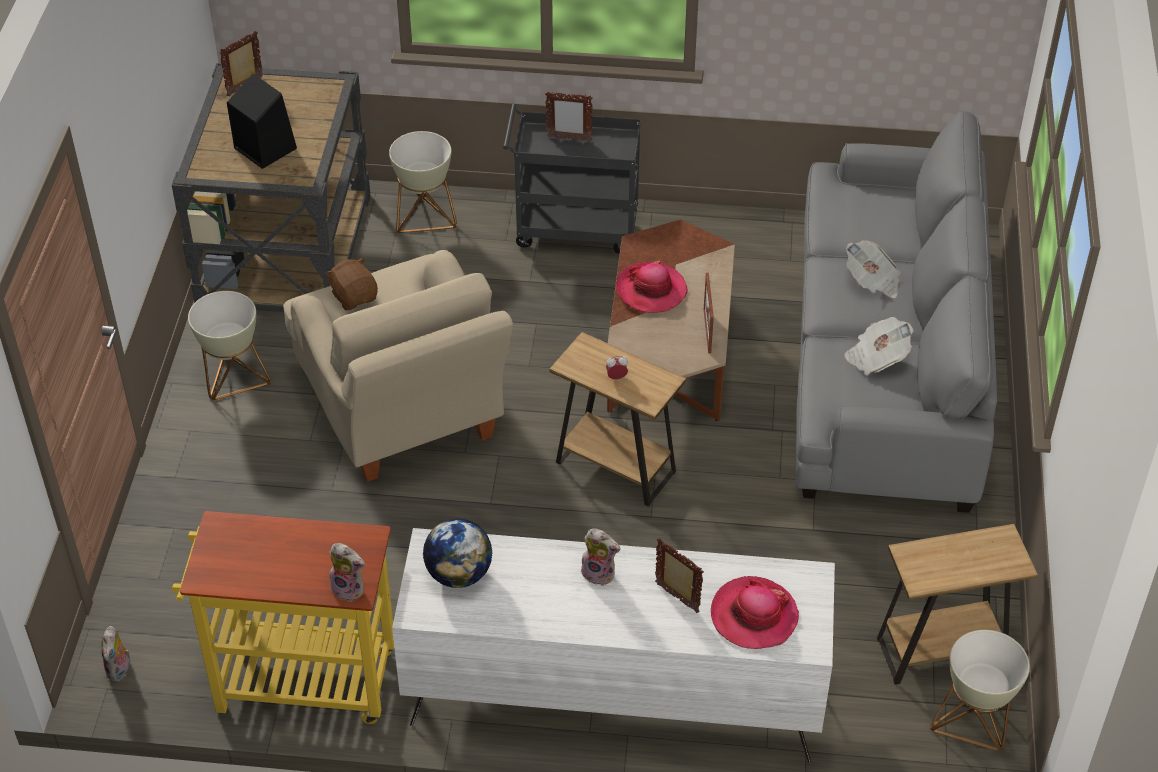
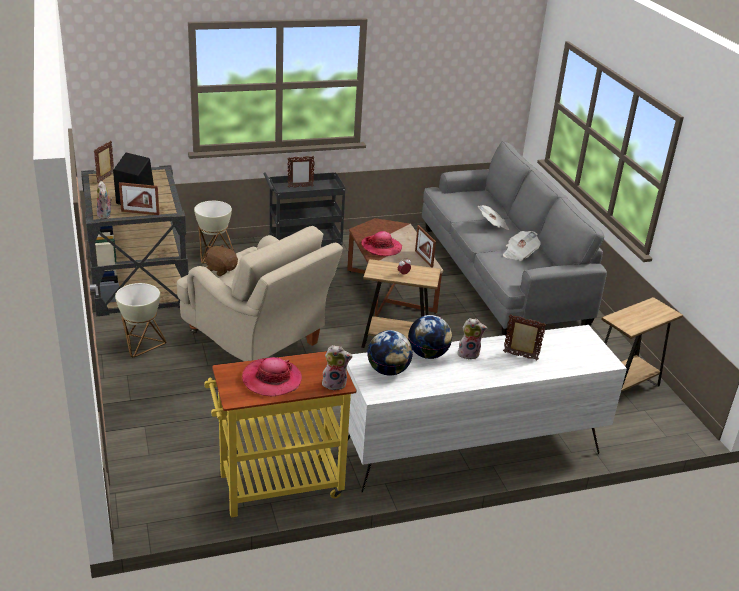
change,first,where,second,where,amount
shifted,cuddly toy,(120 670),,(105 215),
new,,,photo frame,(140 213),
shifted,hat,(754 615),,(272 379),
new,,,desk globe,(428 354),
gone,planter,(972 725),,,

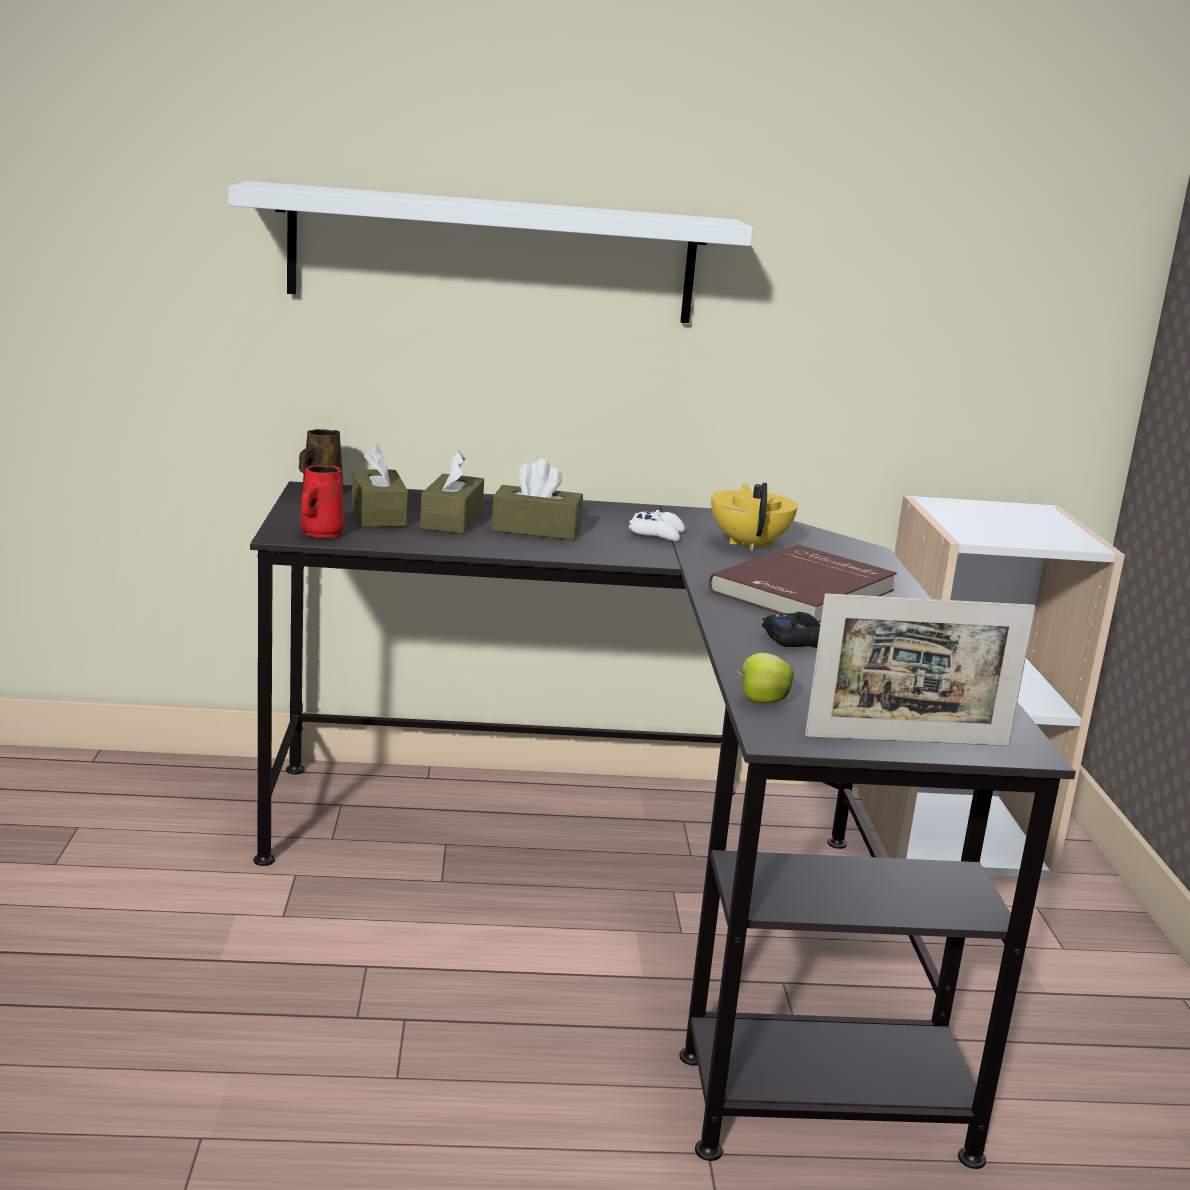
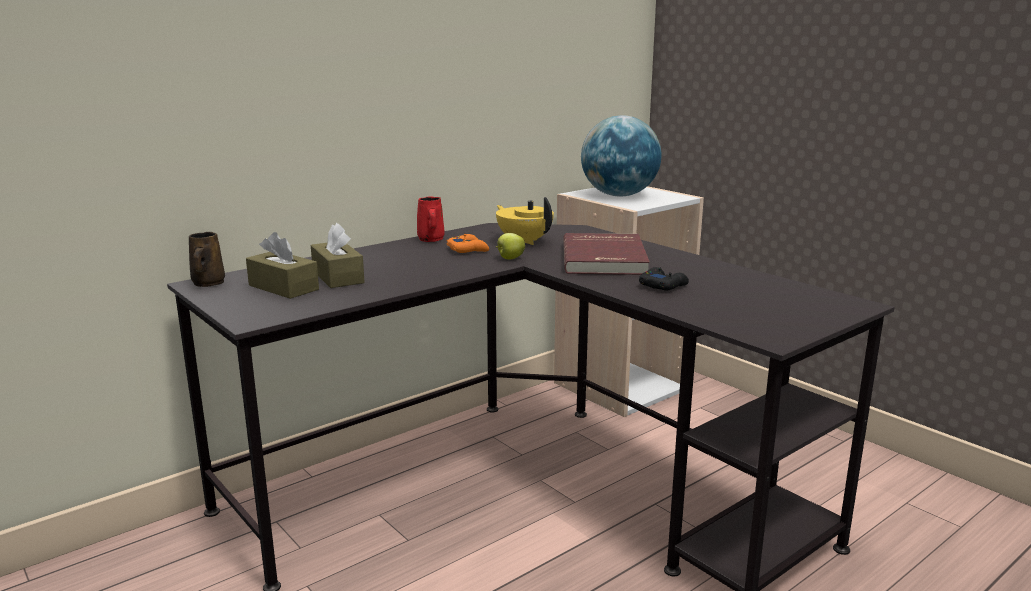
change,first,where,second,where,amount
shifted,red-coloured tea mug,(320 534),,(431 240),
repainted,white-coloured gamepad,(657 533),orangey gamepad,(468 250),
shifted,apple,(761 701),,(510 258),
new,,,desk globe,(619 195),
gone,white-coloured bracket shelf,(493 254),,,
gone,brownish tissue holder,(536 529),,,
gone,photo frame,(907 741),,,

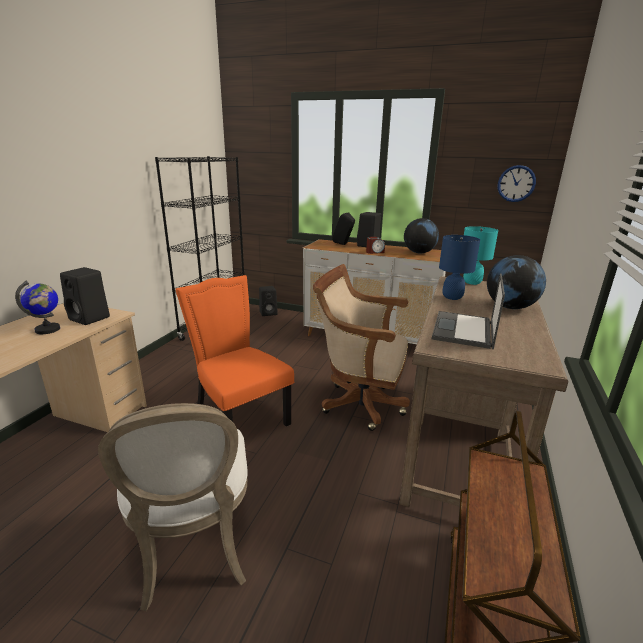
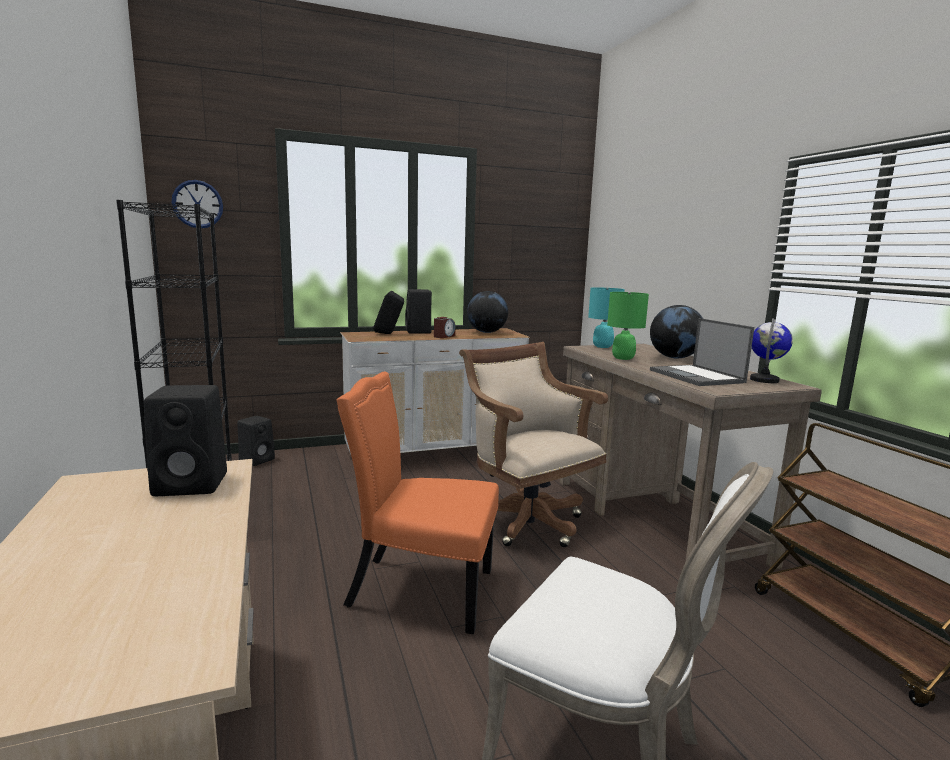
change,first,where,second,where,amount
shifted,hanging clock,(516 183),,(197 204),
rotated,desk chair,(358 404),,(525 520),75 degrees clockwise
repainted,bluish table lamp,(451 298),green table lamp,(622 358),
shifted,desk globe,(48 330),,(764 380),

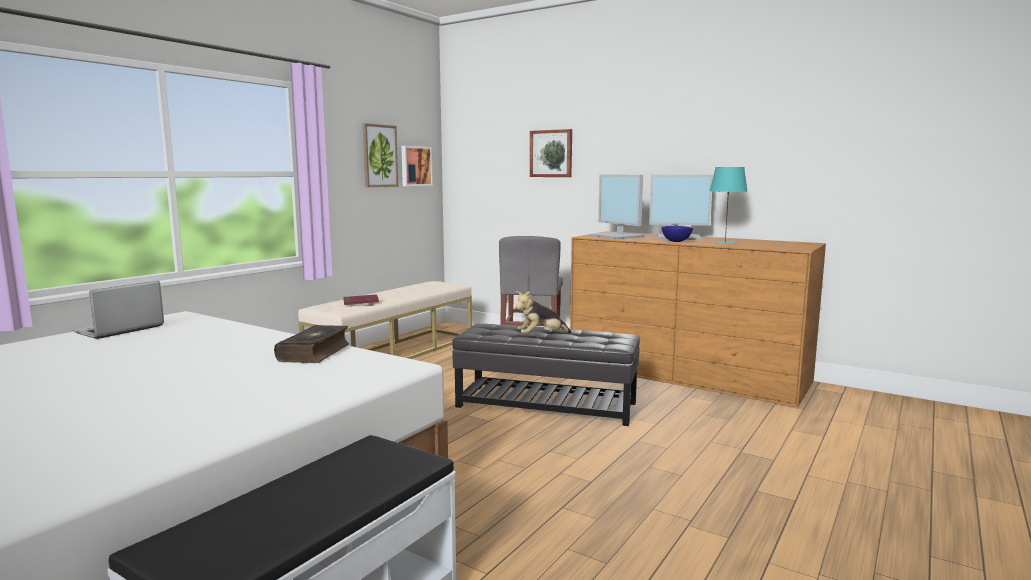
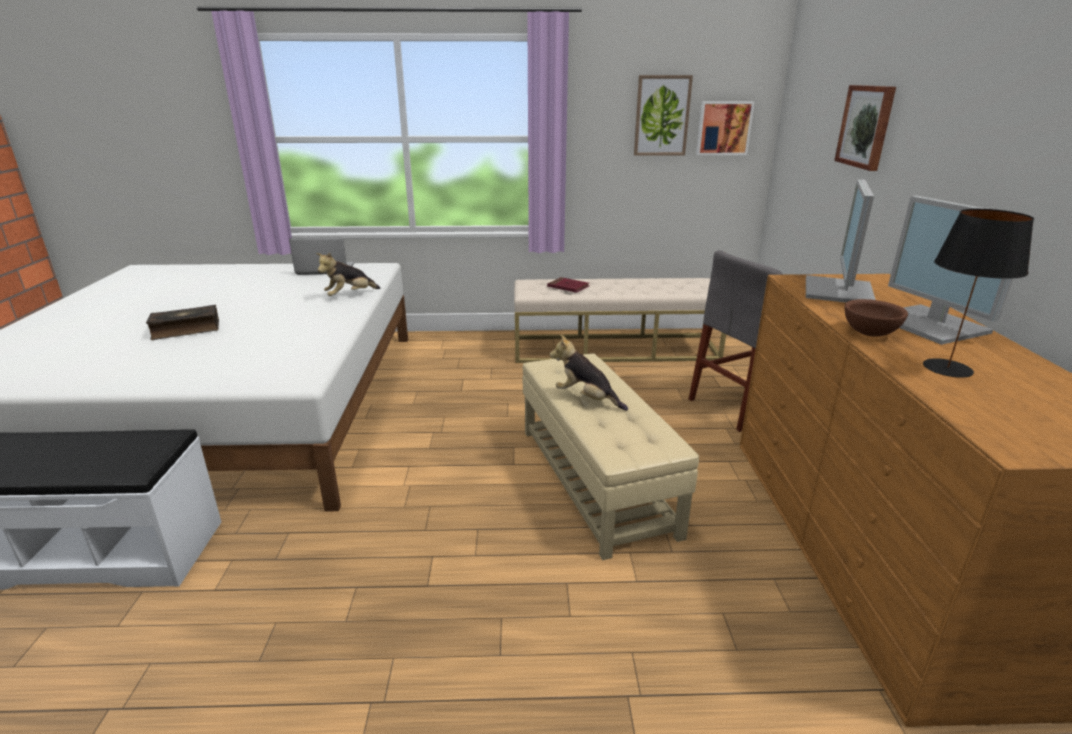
change,first,where,second,where,amount
shifted,volume,(315 353),,(186 330),
new,,,cuddly toy,(349 295),
repainted,black ottoman,(546 404),beige-coloured ottoman,(596 479),
repainted,bluish bowl,(676 241),brownish bowl,(869 334),
repainted,blue-green table lamp,(725 243),black table lamp,(948 368),

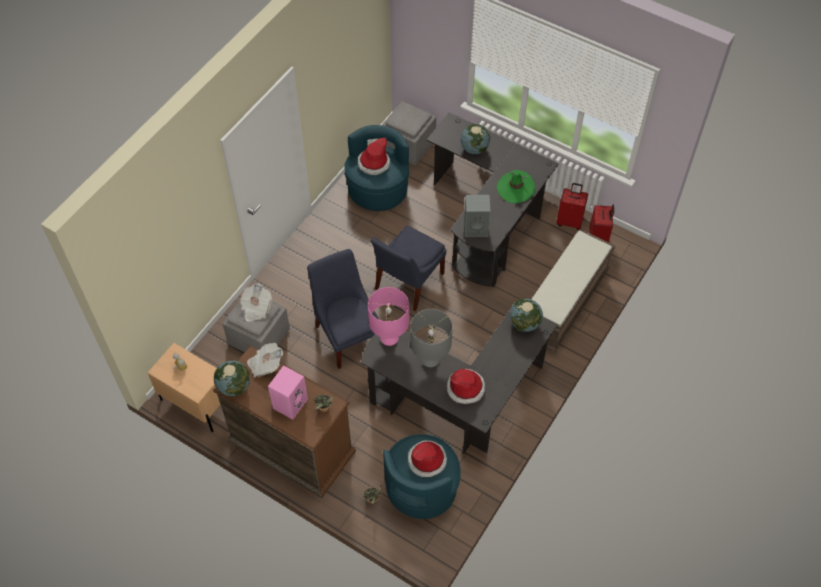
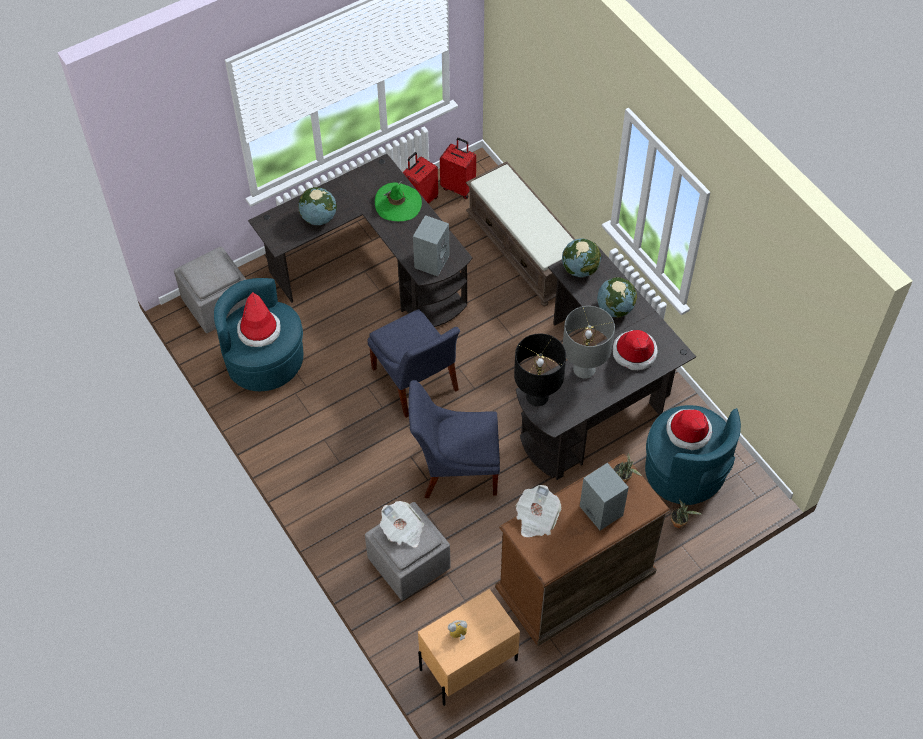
change,first,where,second,where,amount
repainted,pinkish table lamp,(389 339),black table lamp,(537 398),
repainted,pinkish speaker,(290 403),gray speaker,(600 510),
shifted,desk globe,(234 386),,(615 308),

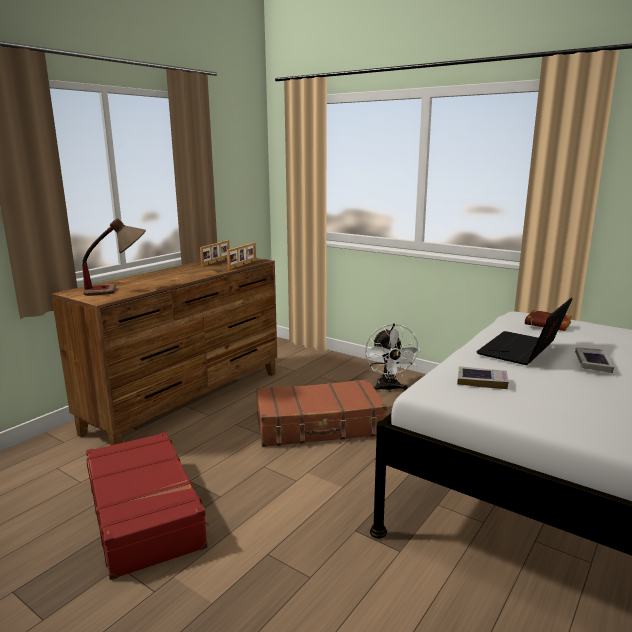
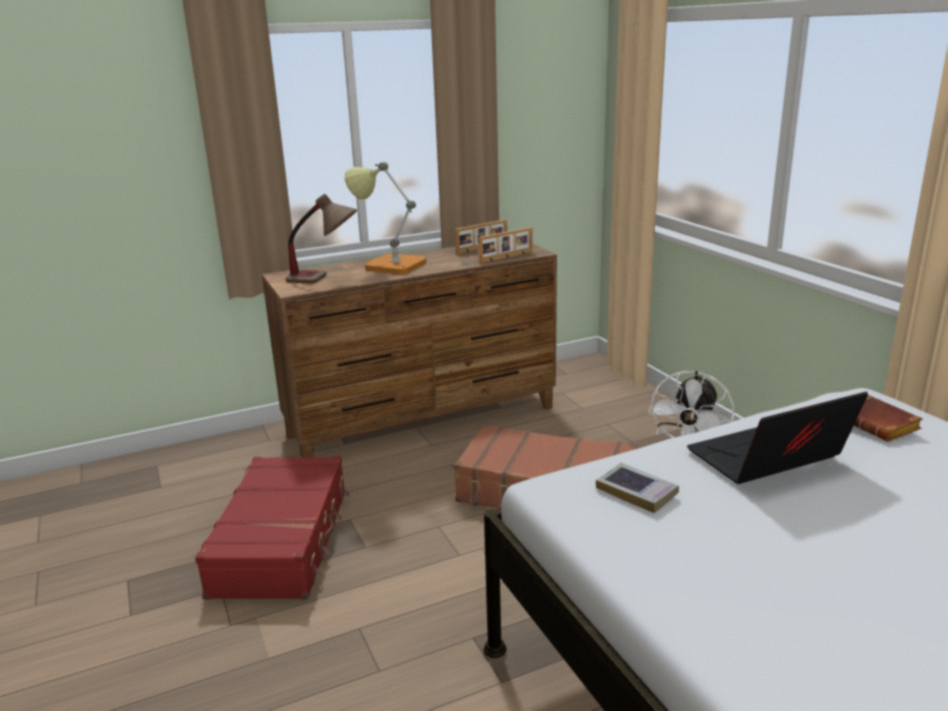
change,first,where,second,where,amount
new,,,table lamp,(389 265),
gone,volume,(592 363),,,

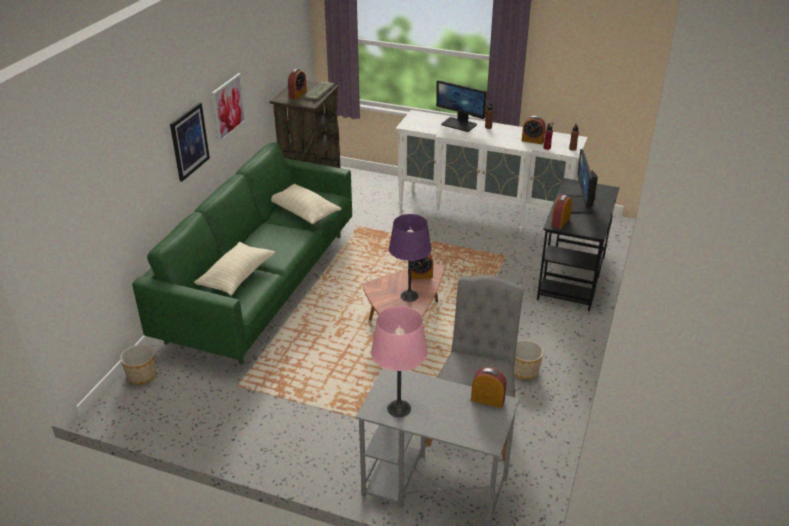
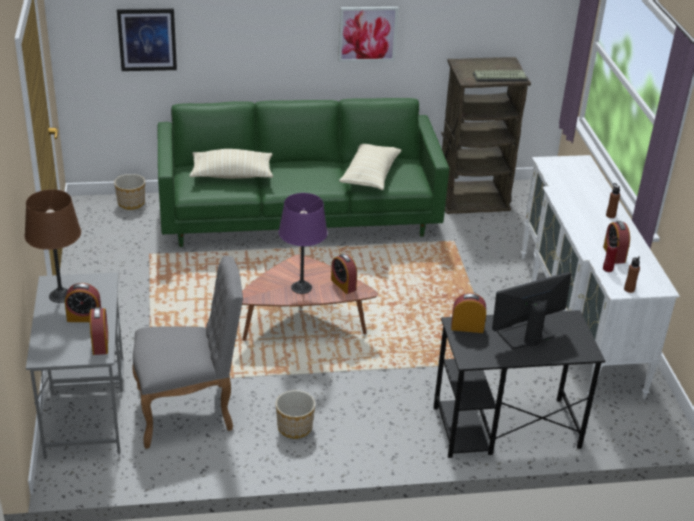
change,first,where,second,where,amount
repainted,pinkish table lamp,(399 408),brownish table lamp,(61 295),
shifted,alarm clock,(297 94),,(84 317),
shifted,wall art,(189 141),,(147 39),
gone,computer screen,(459 124),,,

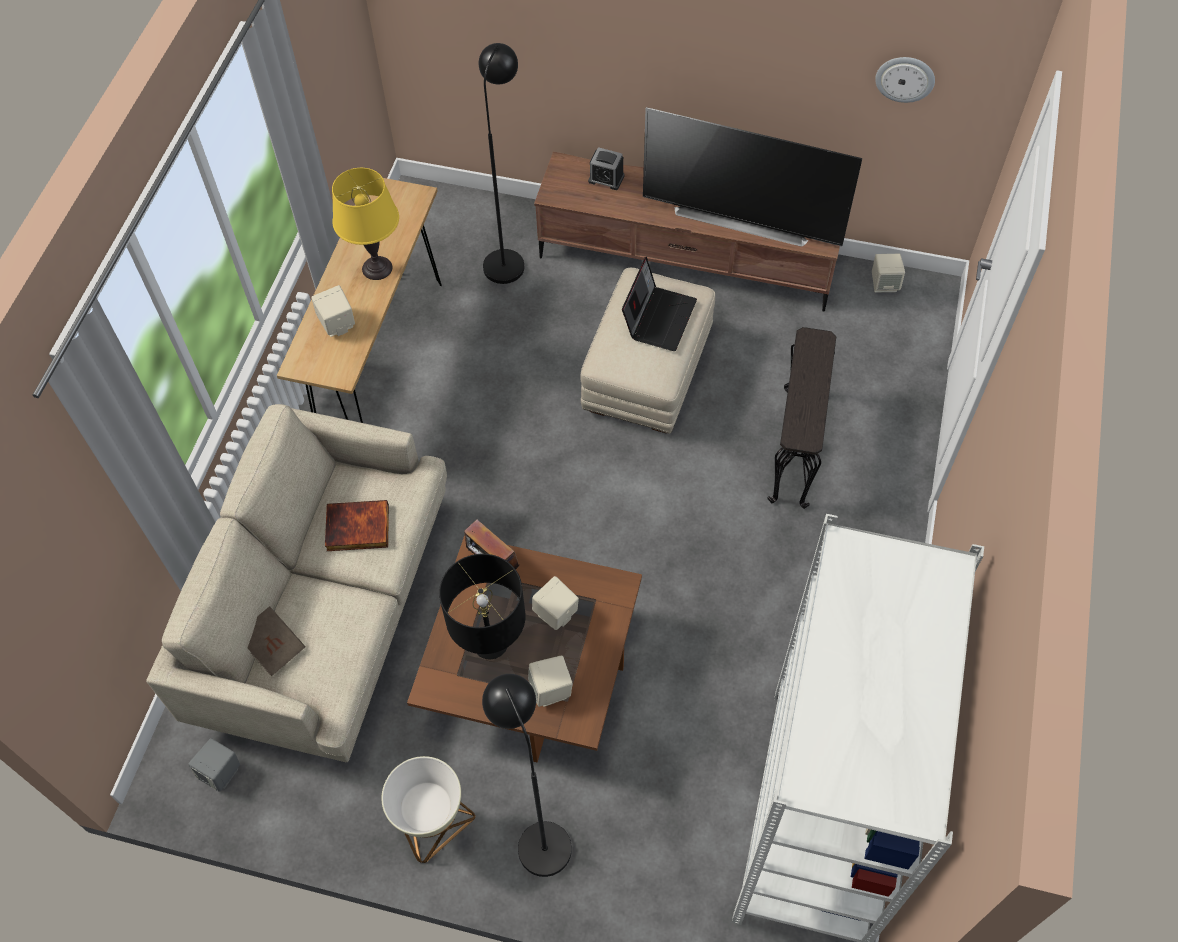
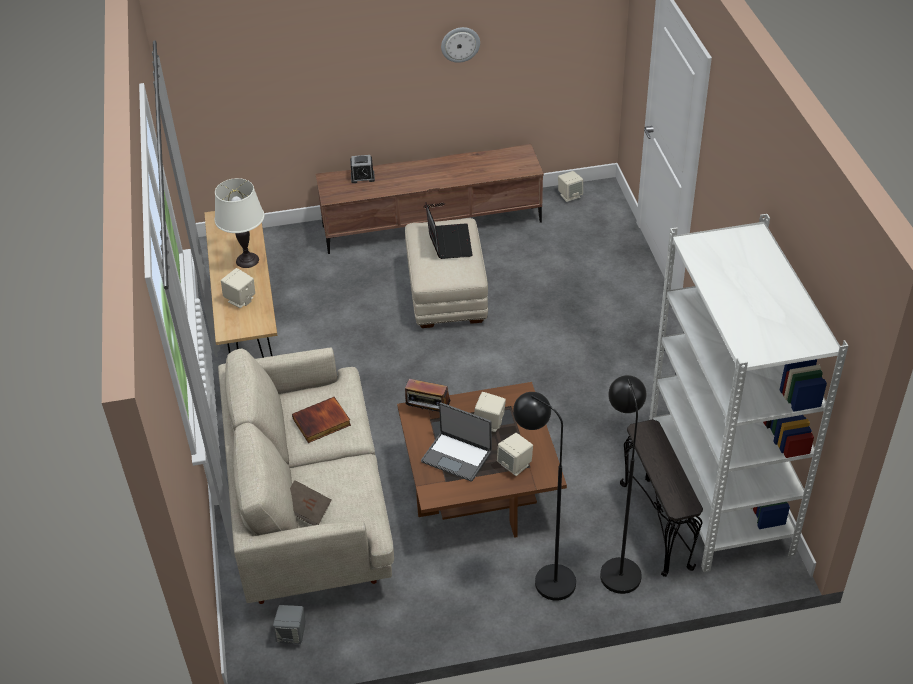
change,first,where,second,where,amount
repainted,yellowish table lamp,(377 268),white-coloured table lamp,(247 260),
swapped,black table lamp,(490 645),laptop,(457 456),
shifted,hanging clock,(905 78),,(460 44),
shifted,black floor lamp,(507 258),,(617 566),
shifted,black end table,(795 447),,(656 526),
gone,planter,(433 827),,,
gone,TV set,(743 218),,,

